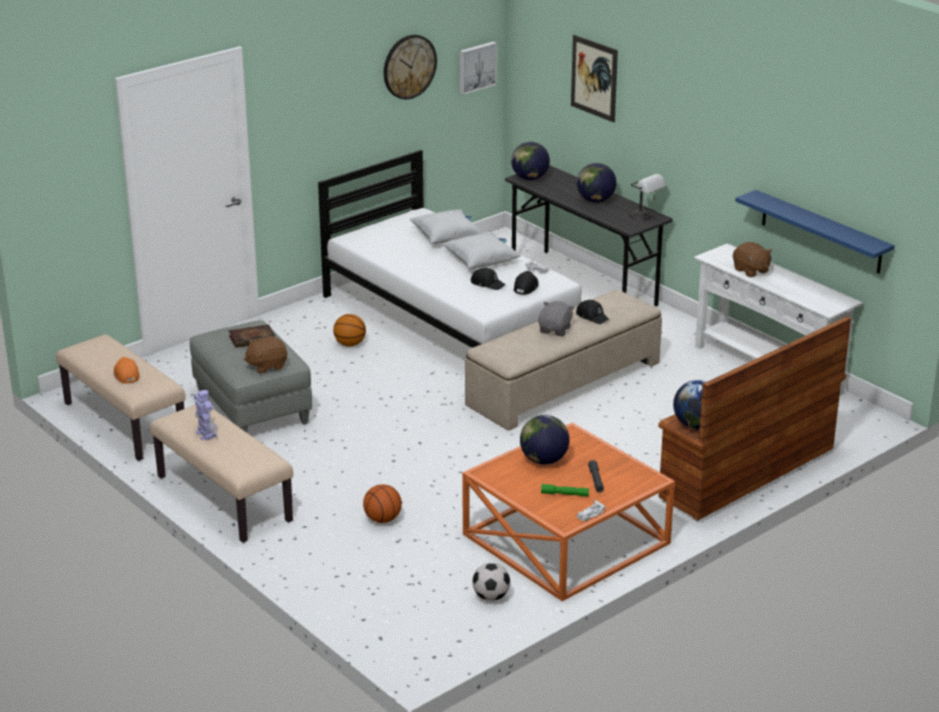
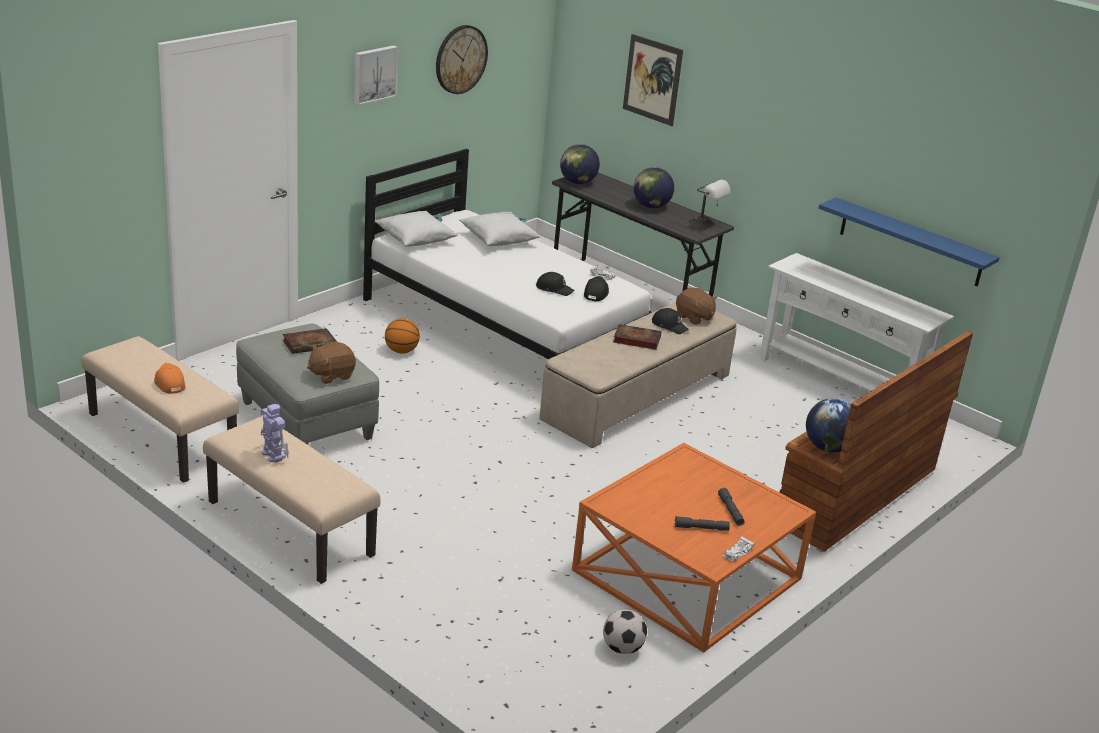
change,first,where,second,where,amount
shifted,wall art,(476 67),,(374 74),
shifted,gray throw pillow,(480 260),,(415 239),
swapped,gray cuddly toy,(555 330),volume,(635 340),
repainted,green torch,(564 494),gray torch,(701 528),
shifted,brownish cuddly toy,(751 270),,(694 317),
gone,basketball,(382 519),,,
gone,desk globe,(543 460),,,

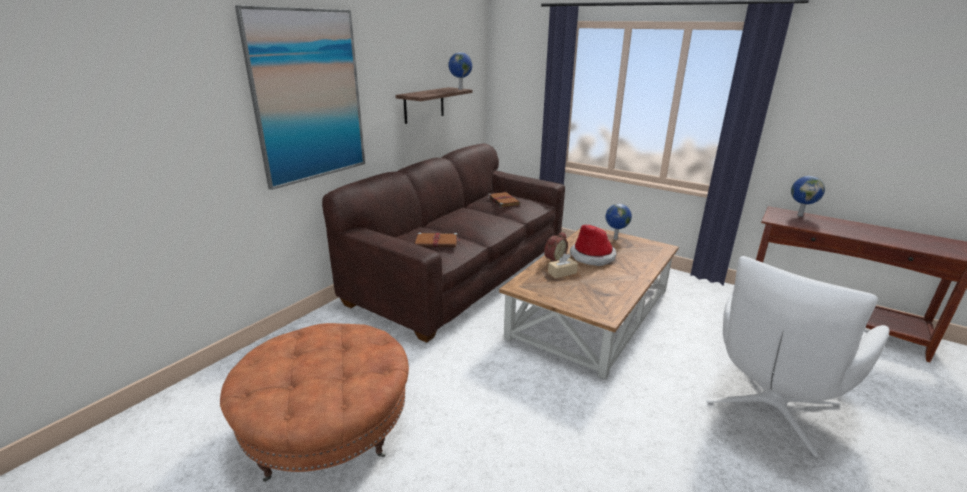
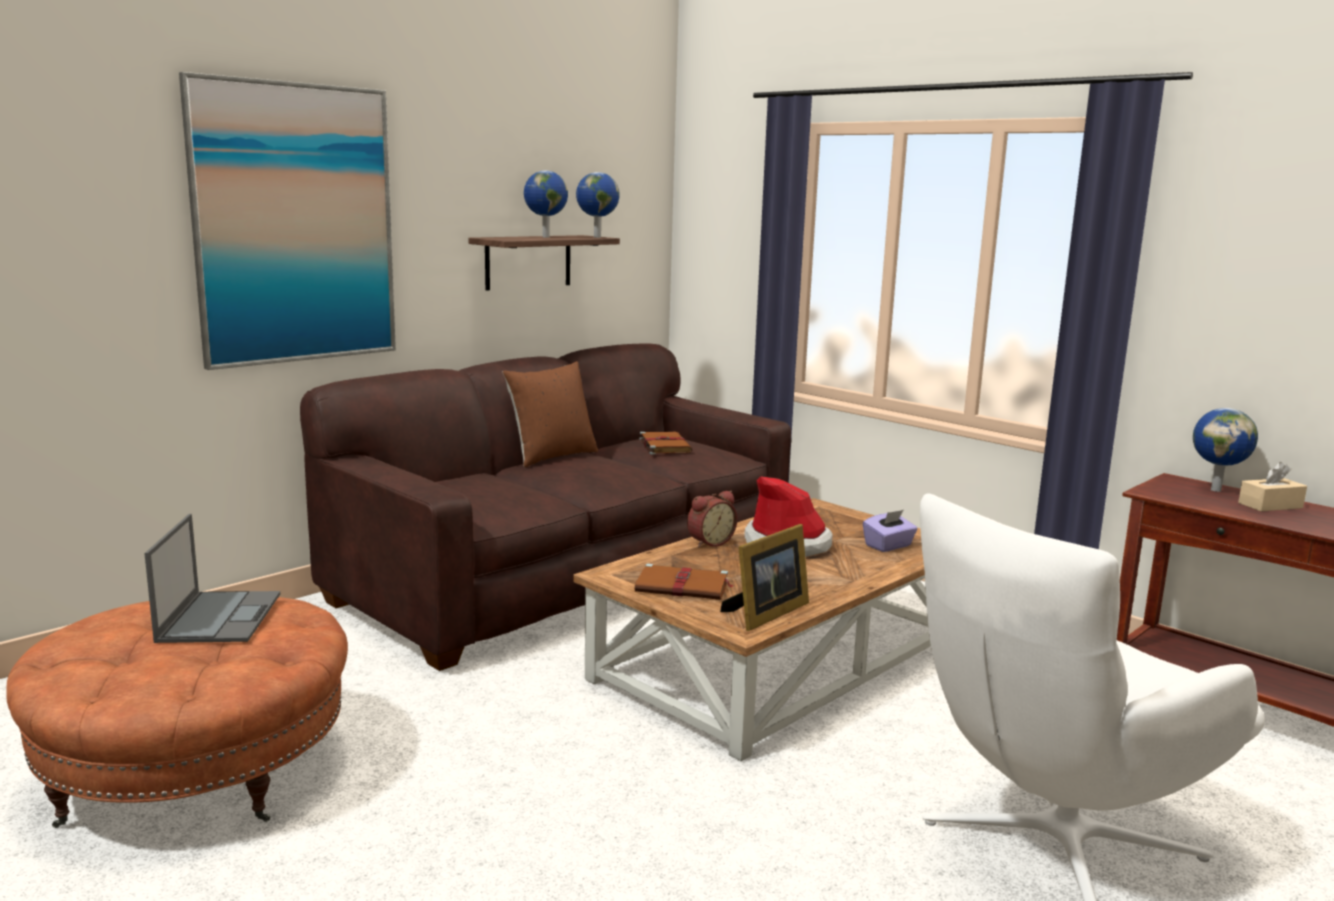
change,first,where,second,where,amount
new,,,laptop,(220 616),
new,,,brownish throw pillow,(552 456),
shifted,desk globe,(615 239),,(545 237),
shifted,brownish volume,(437 242),,(683 587),
new,,,photo frame,(766 613),
new,,,purple-coloured tissue holder,(888 546),
shifted,beige-coloured tissue holder,(562 273),,(1270 505),

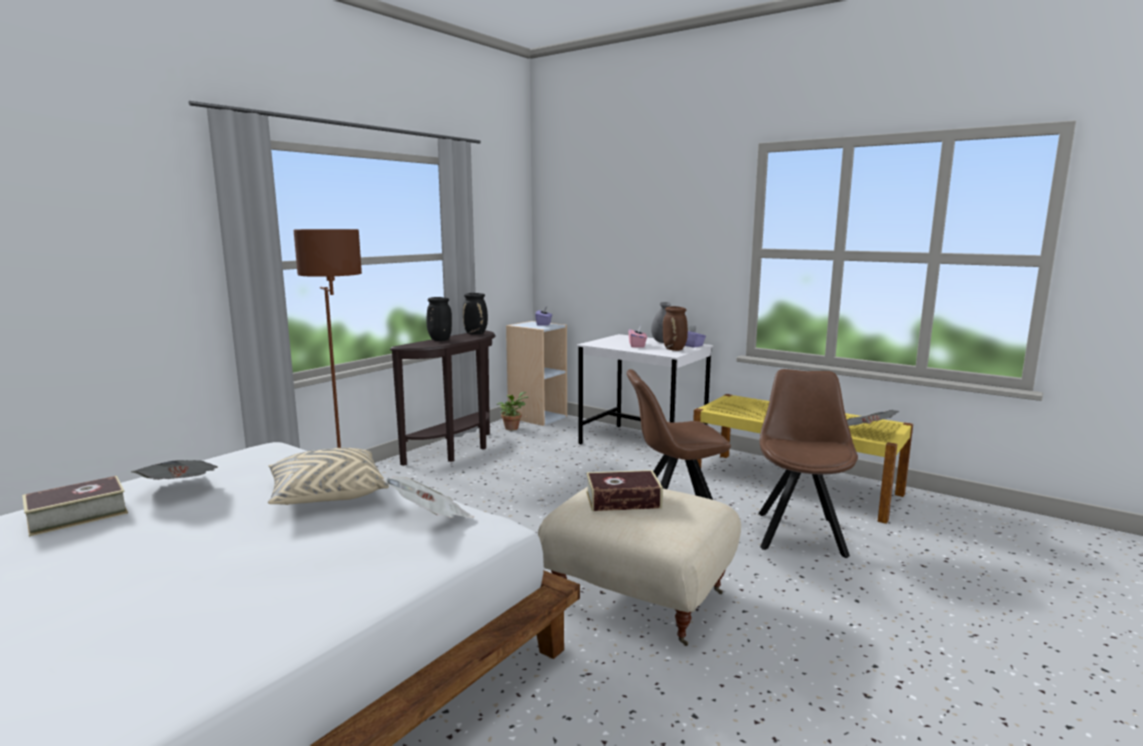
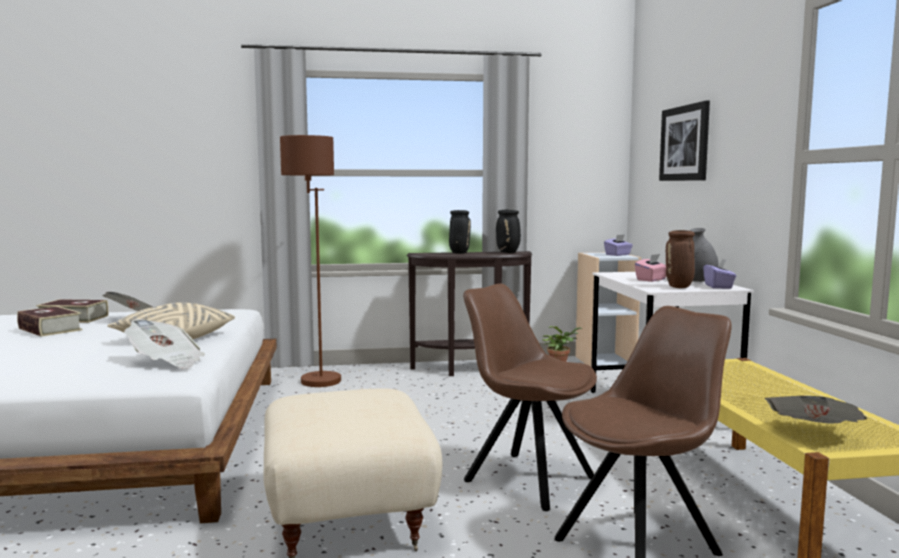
change,first,where,second,where,amount
shifted,volume,(623 500),,(50 329),
new,,,wall art,(685 143),

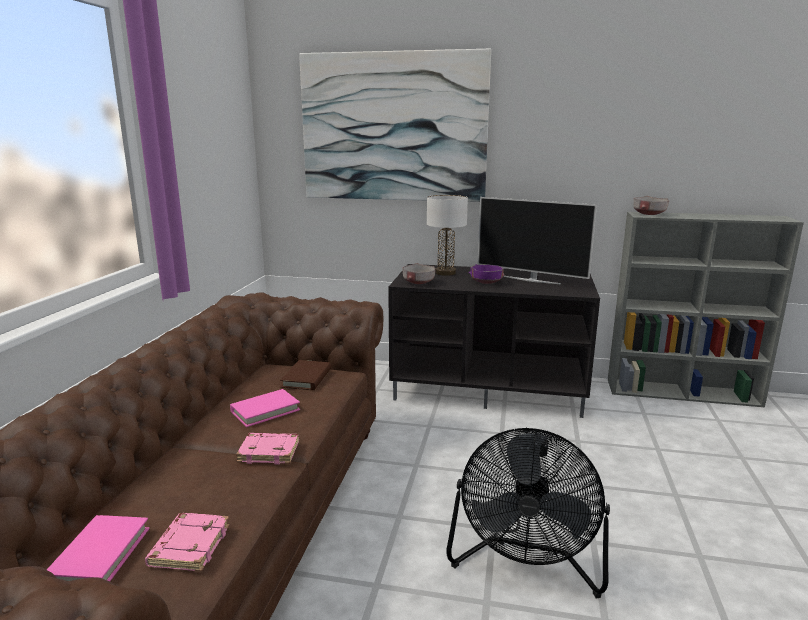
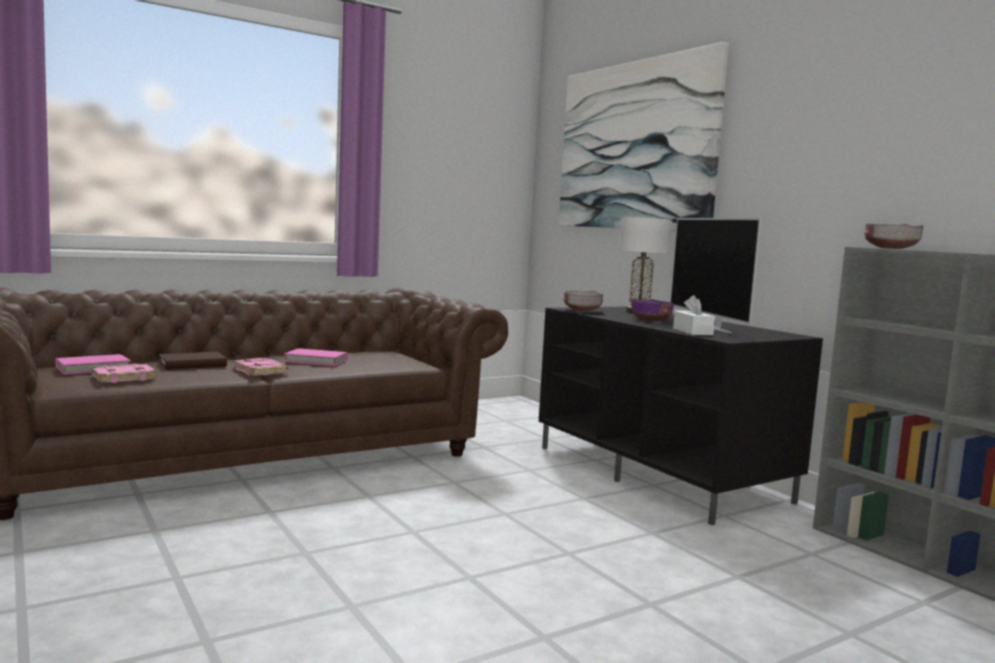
change,first,where,second,where,amount
shifted,brownish volume,(307 378),,(193 365),
new,,,white-coloured tissue holder,(692 332),
gone,black fan,(521 559),,,

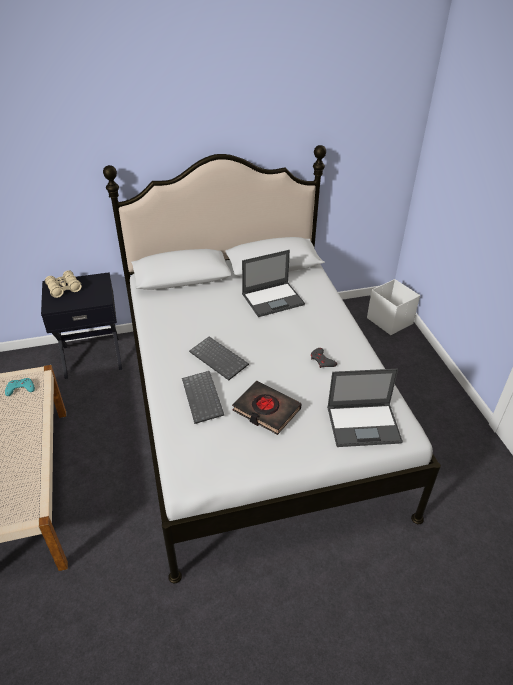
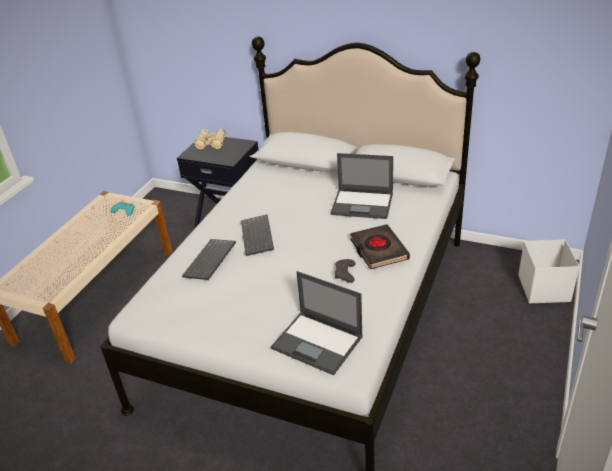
change,first,where,second,where,amount
shifted,black volume,(266 410),,(378 250),

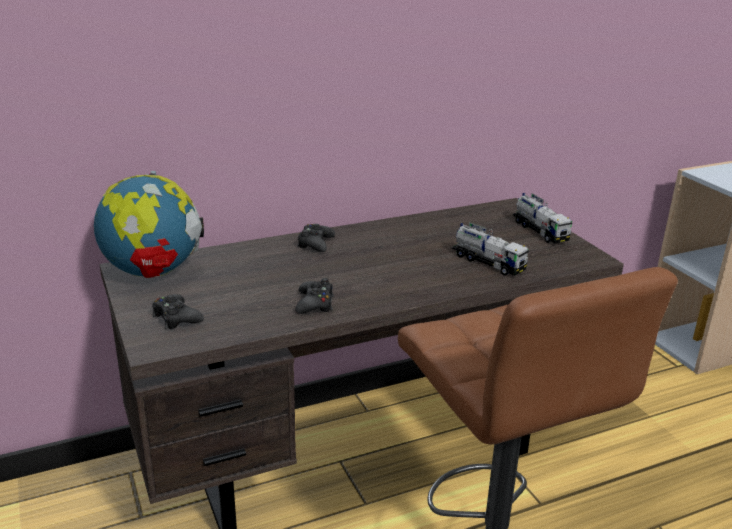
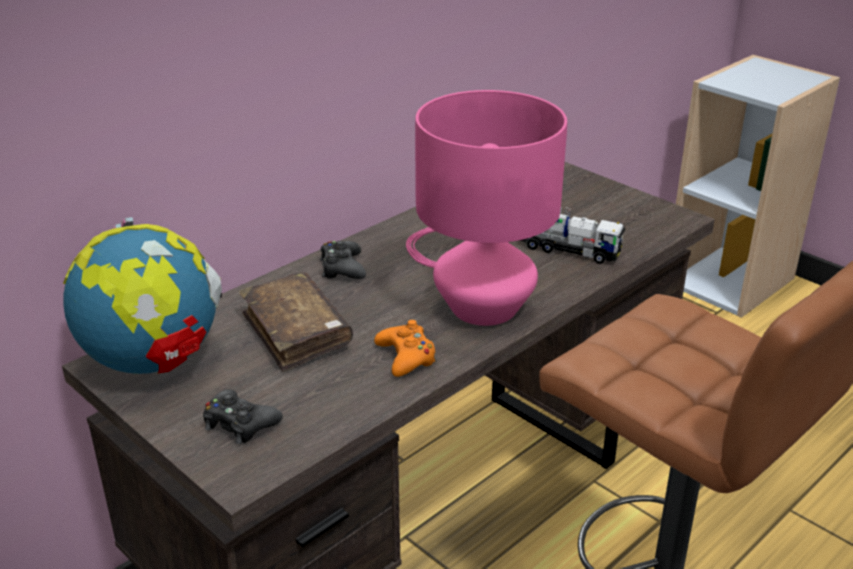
change,first,where,second,where,amount
new,,,brownish volume,(296 332),
repainted,black gamepad,(315 304),orangey gamepad,(406 357),
new,,,pinkish table lamp,(471 282),
gone,toy lorry,(539 231),,,

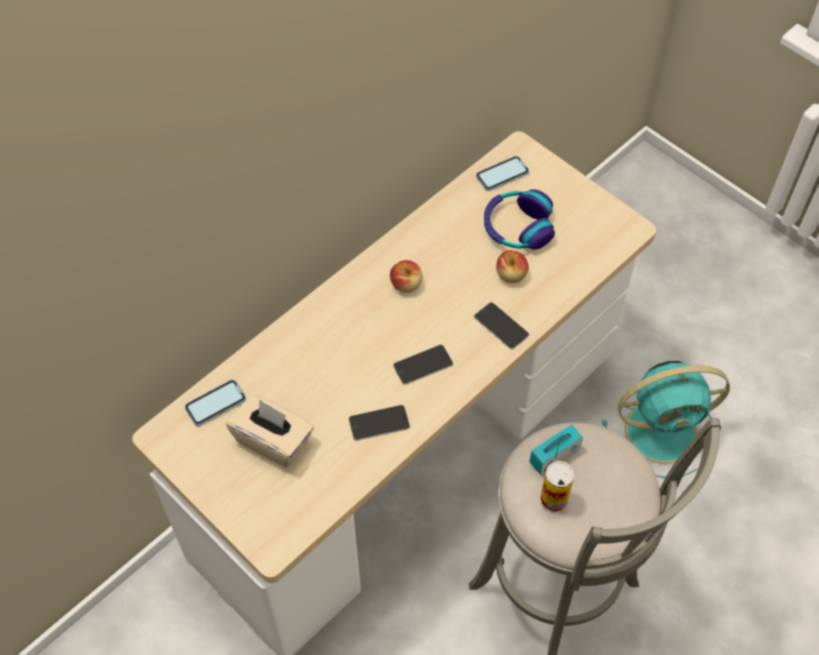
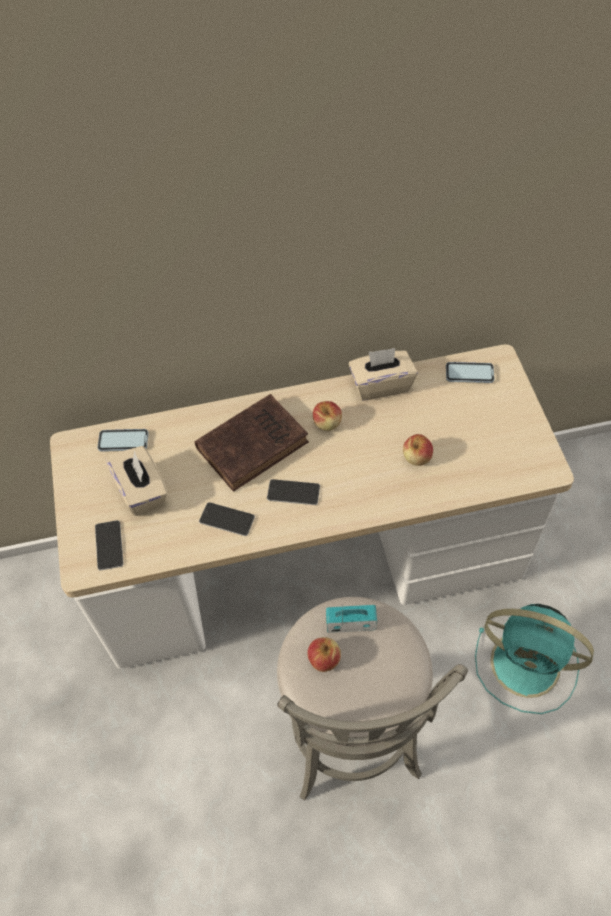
change,first,where,second,where,amount
shifted,handset,(501 326),,(109 545),
new,,,brownish volume,(254 444),
swapped,sealed can,(553 499),apple,(324 659),
new,,,beige-coloured tissue holder,(381 385),
gone,pair of headphones,(517 227),,,

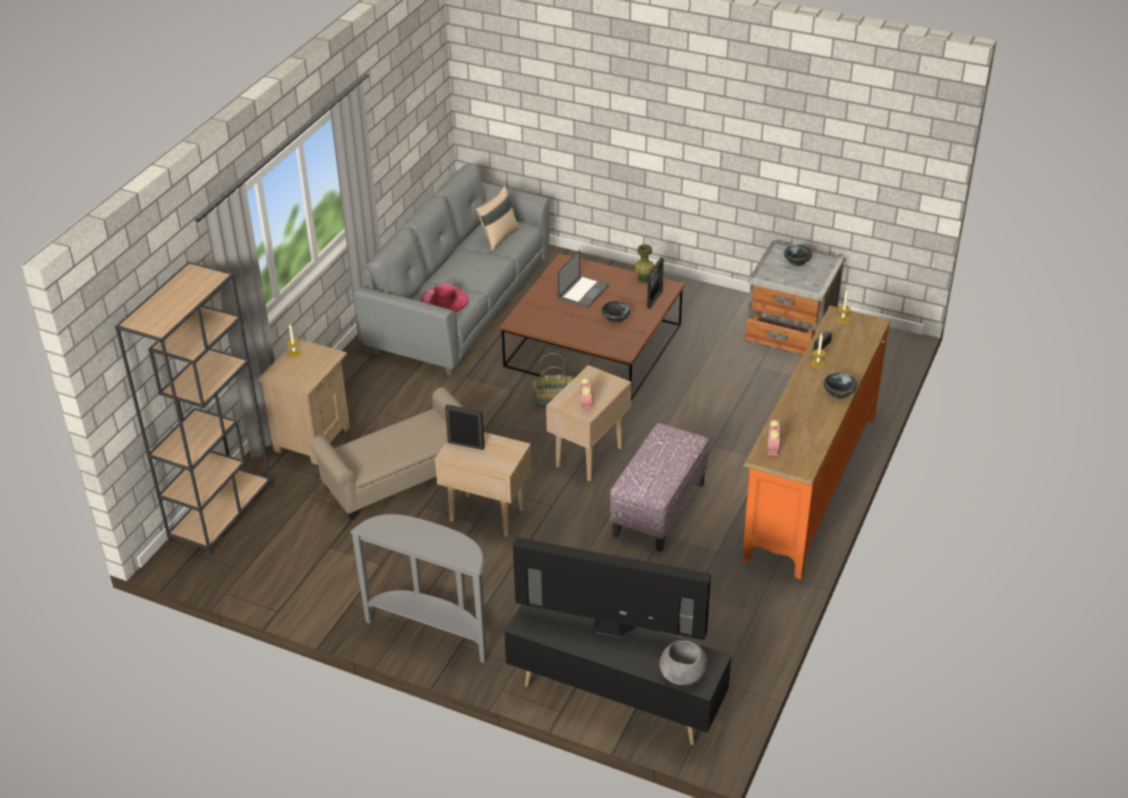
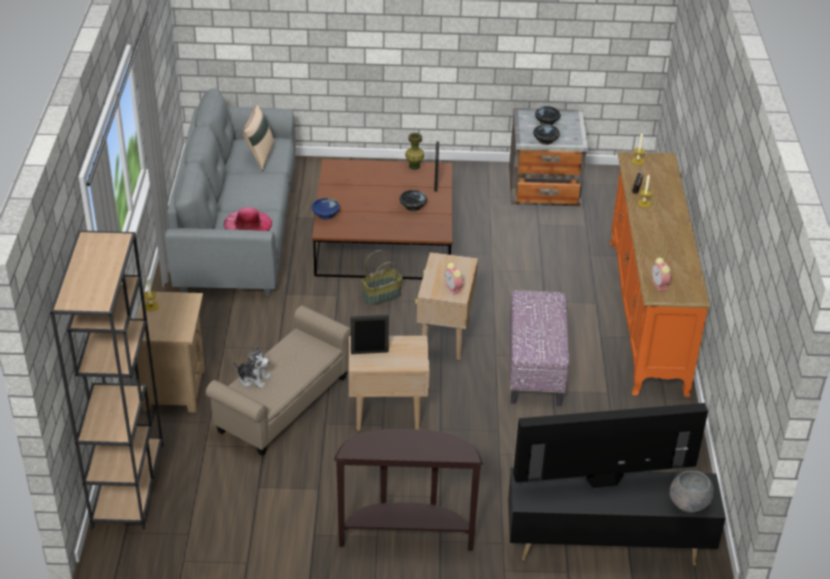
change,first,where,second,where,amount
new,,,cuddly toy,(253 378),
new,,,bluish bowl,(325 215),
repainted,gray narrow table,(432 629),brownish narrow table,(406 535),
shifted,black bowl,(838 393),,(545 141),
gone,laptop,(583 291),,,

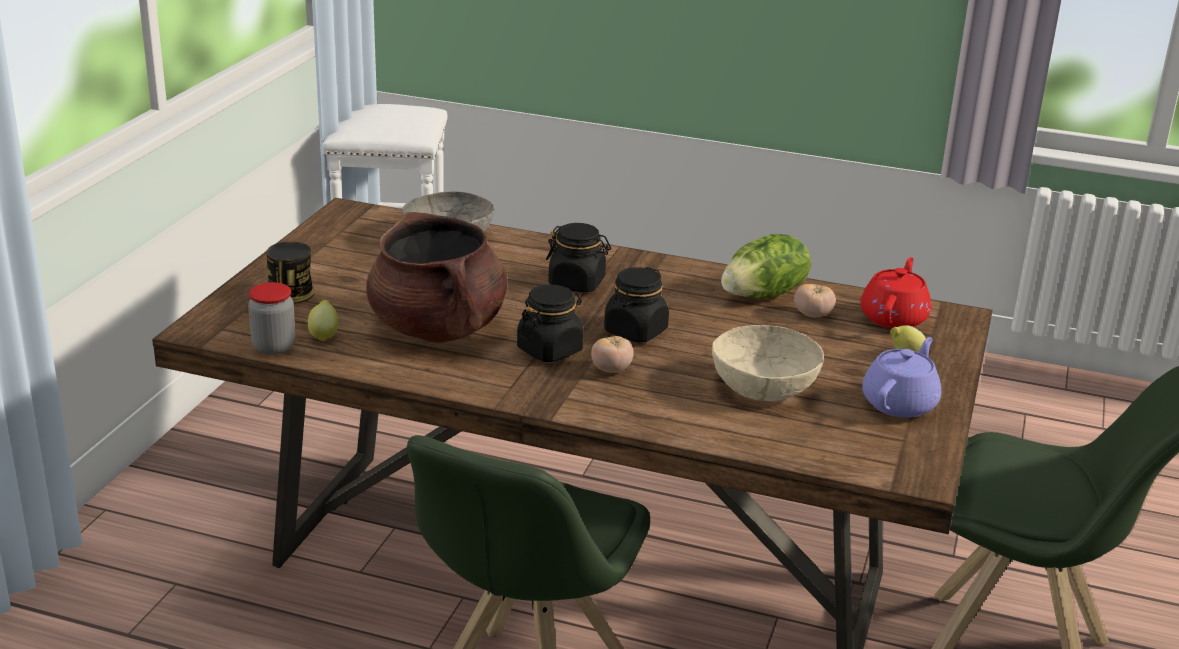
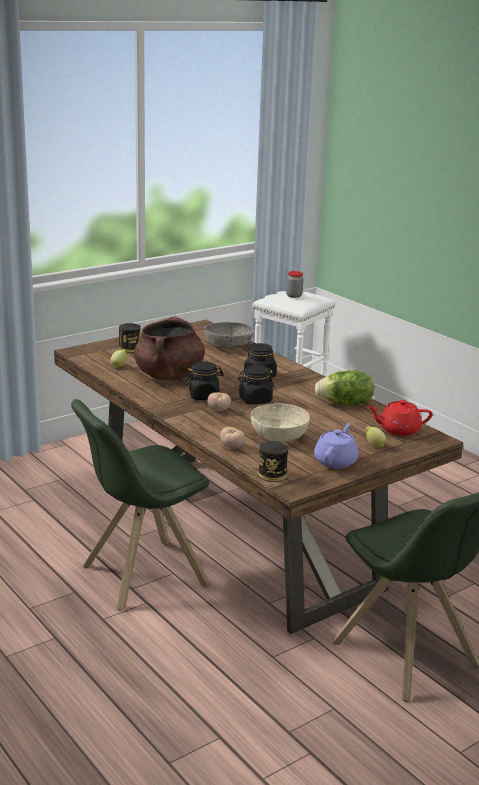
change,first,where,second,where,amount
shifted,whole tomato,(813 315),,(232 447),
new,,,sealed can,(272 475),
shifted,preserve jar,(274 347),,(294 296),
rotated,purple-coloured pot for tea,(900 403),,(336 461),45 degrees counterclockwise
rotated,red-coloured pot for tea,(894 317),,(398 430),150 degrees counterclockwise

